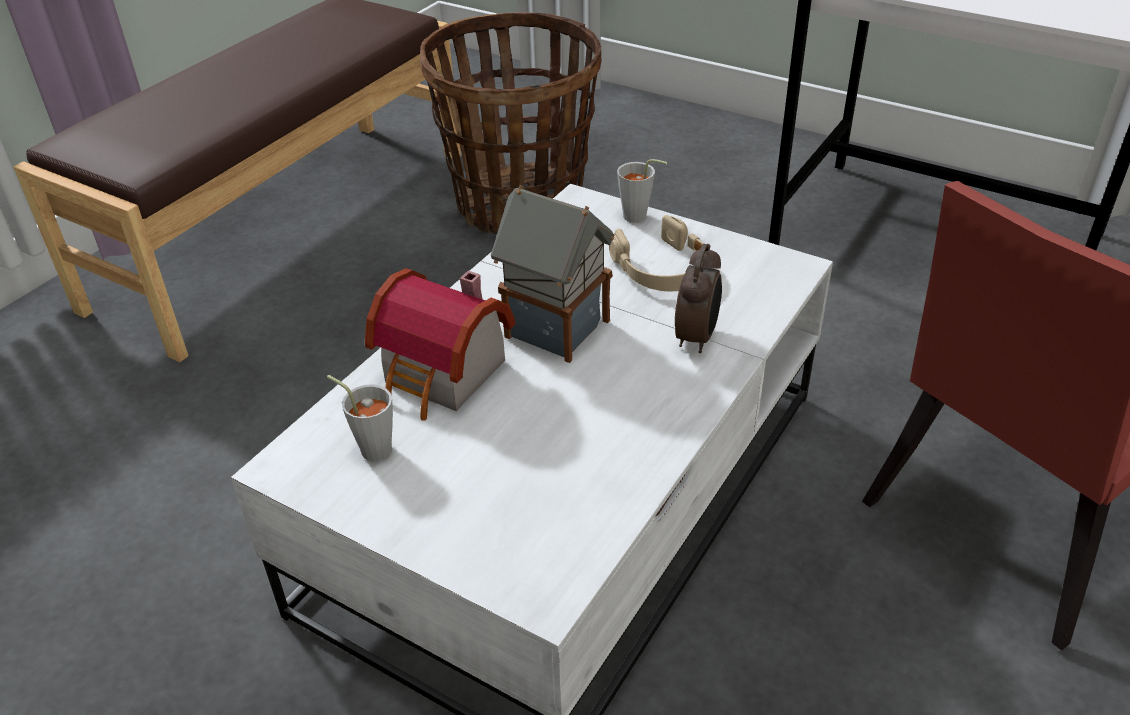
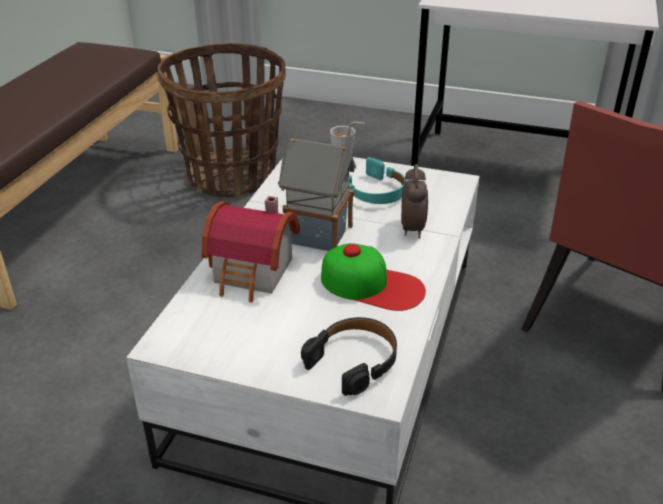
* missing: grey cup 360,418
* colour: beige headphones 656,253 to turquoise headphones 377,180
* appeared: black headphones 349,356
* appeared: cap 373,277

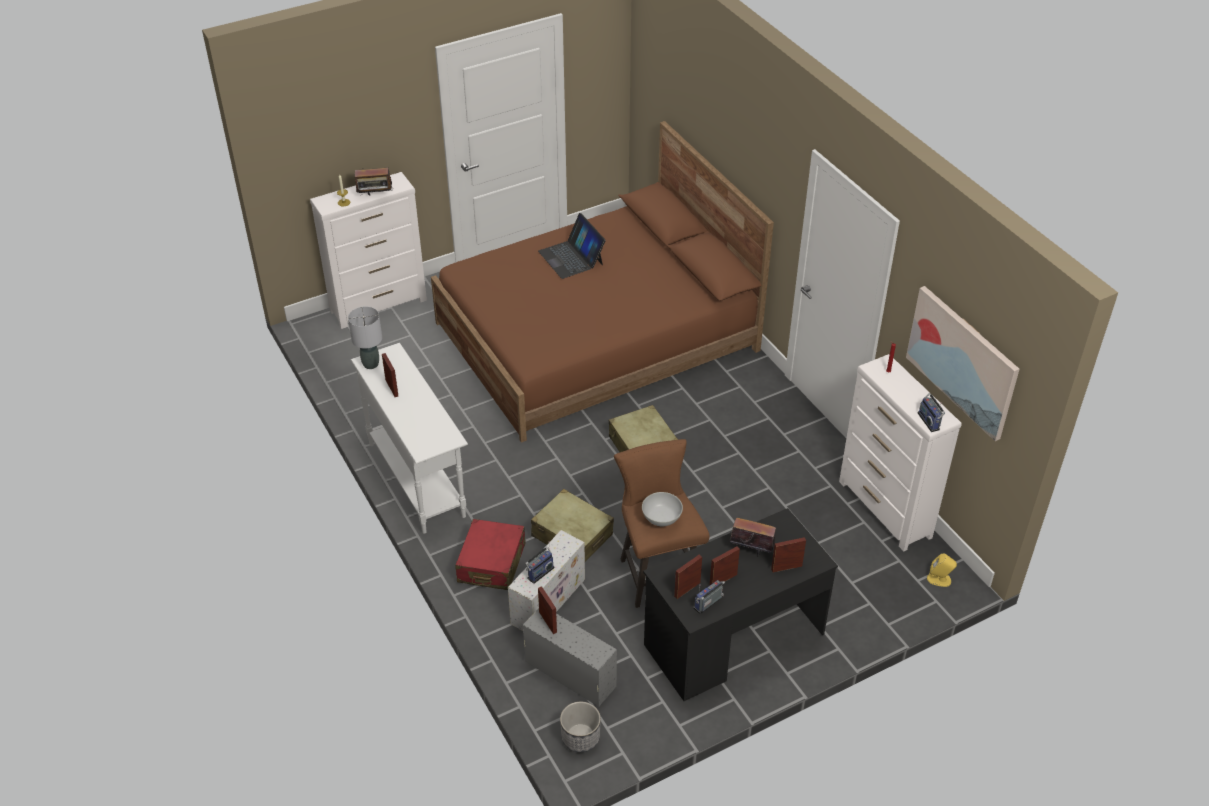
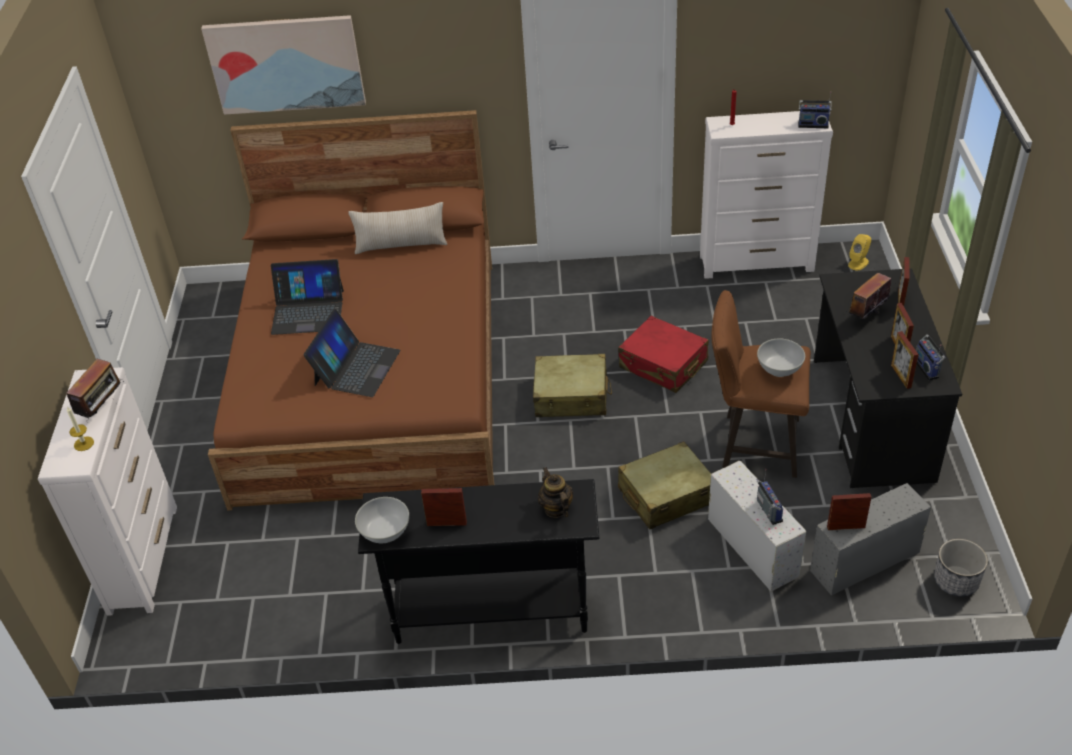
* exchanged: grey table lamp 365,337 to white bowl 382,520
* colour: white console table 409,438 to black console table 479,561
* relocated: red suitcase 490,554 to 663,354
* relocated: picture 963,363 to 283,65
* appeared: laptop 351,353
* appeared: beige pillow 397,228
* appeared: teapot 555,492

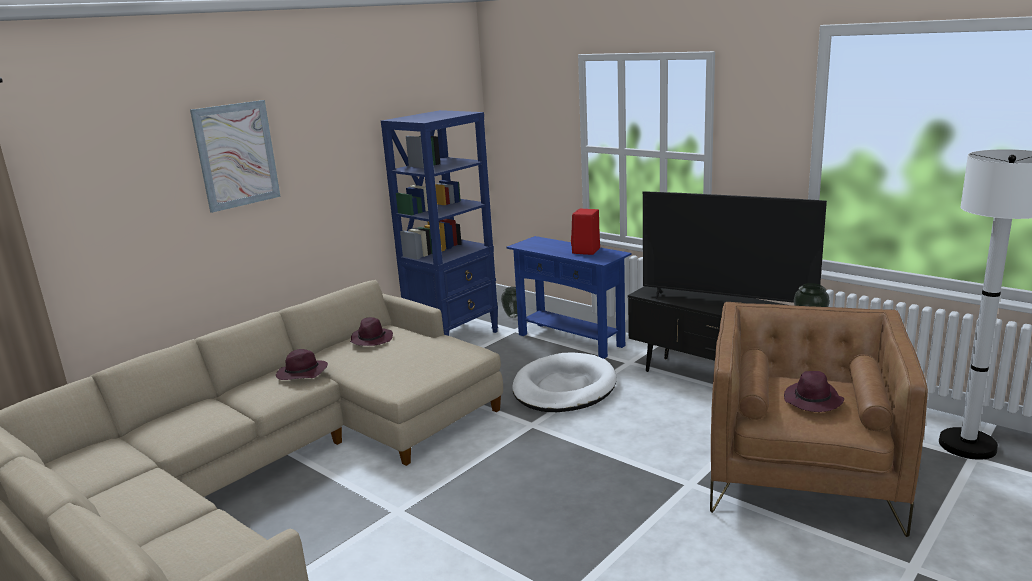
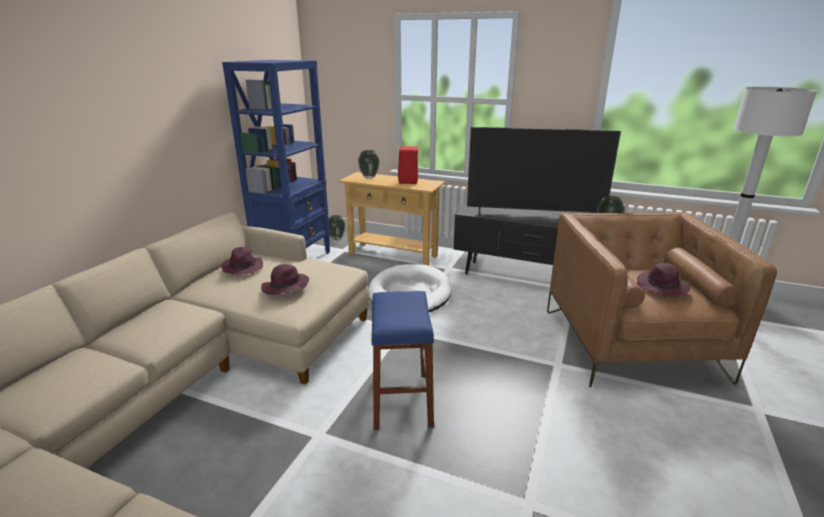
* missing: picture 235,156
* relocated: purple hat 302,364 to 285,279
* colour: blue console table 569,297 to beige console table 392,219
* appeared: vase 369,164
* appeared: blue stool 402,360

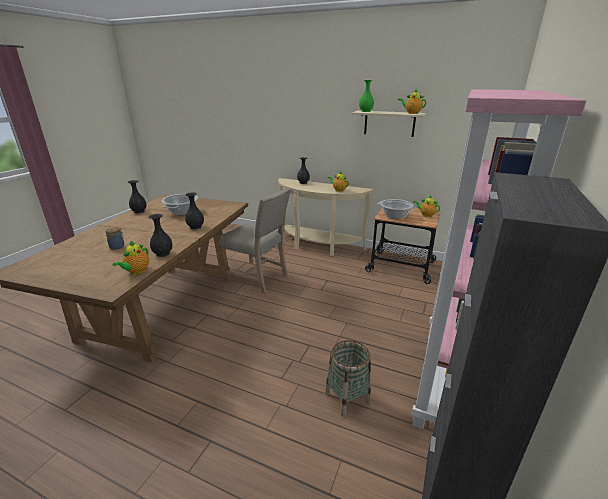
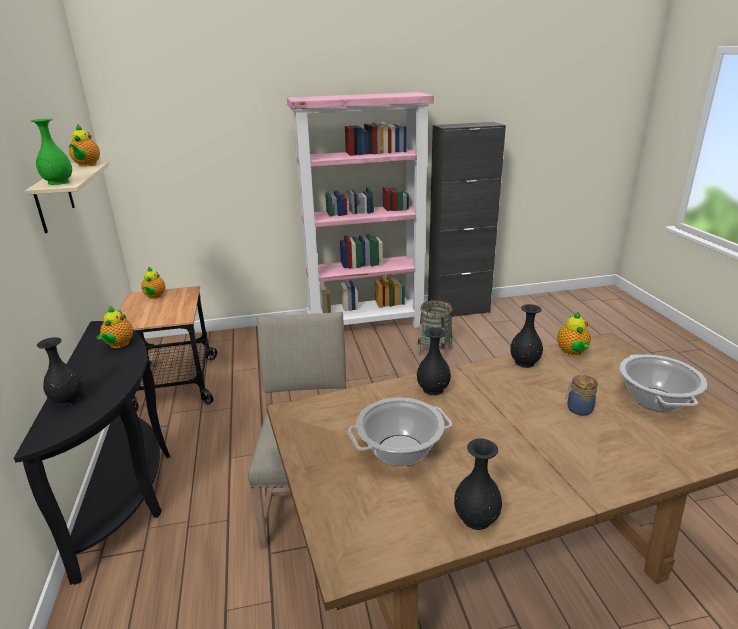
* spun: teapot 130,258 = 574,334 105 degrees clockwise
* colour: beige console table 326,217 to black console table 92,453
* relocated: cooking pot 397,209 to 663,383

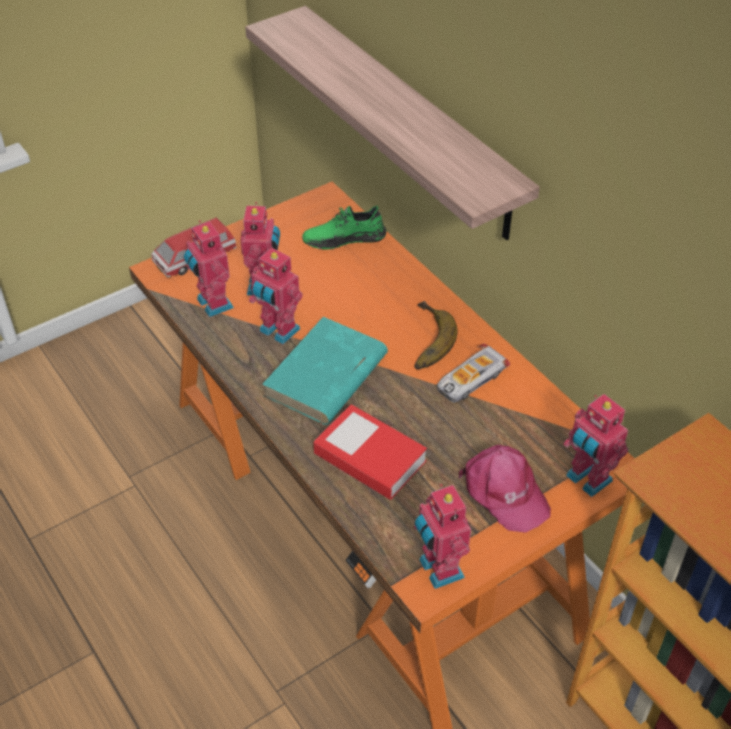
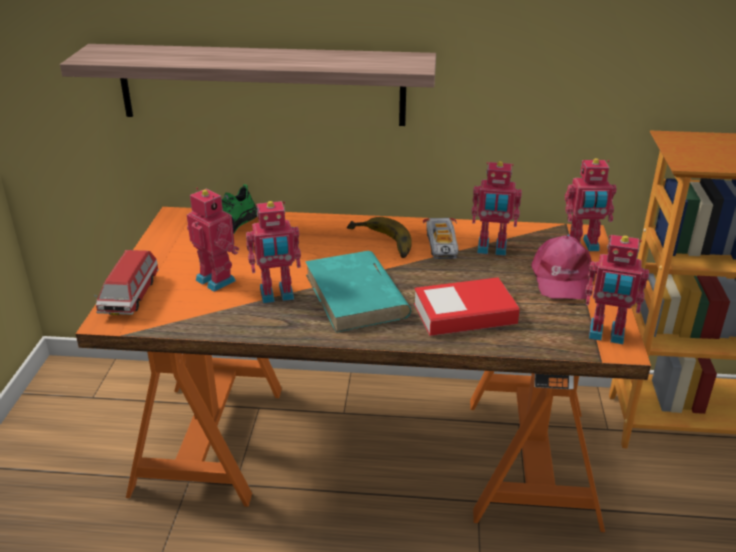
* relocated: toy robot 209,268 to 497,208
* spun: pink cap 505,489 = 561,267 90 degrees clockwise

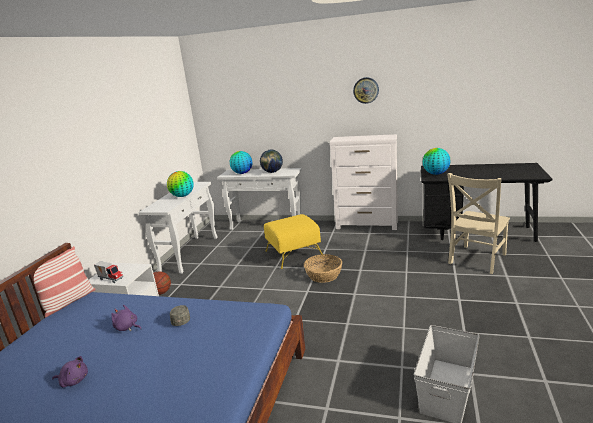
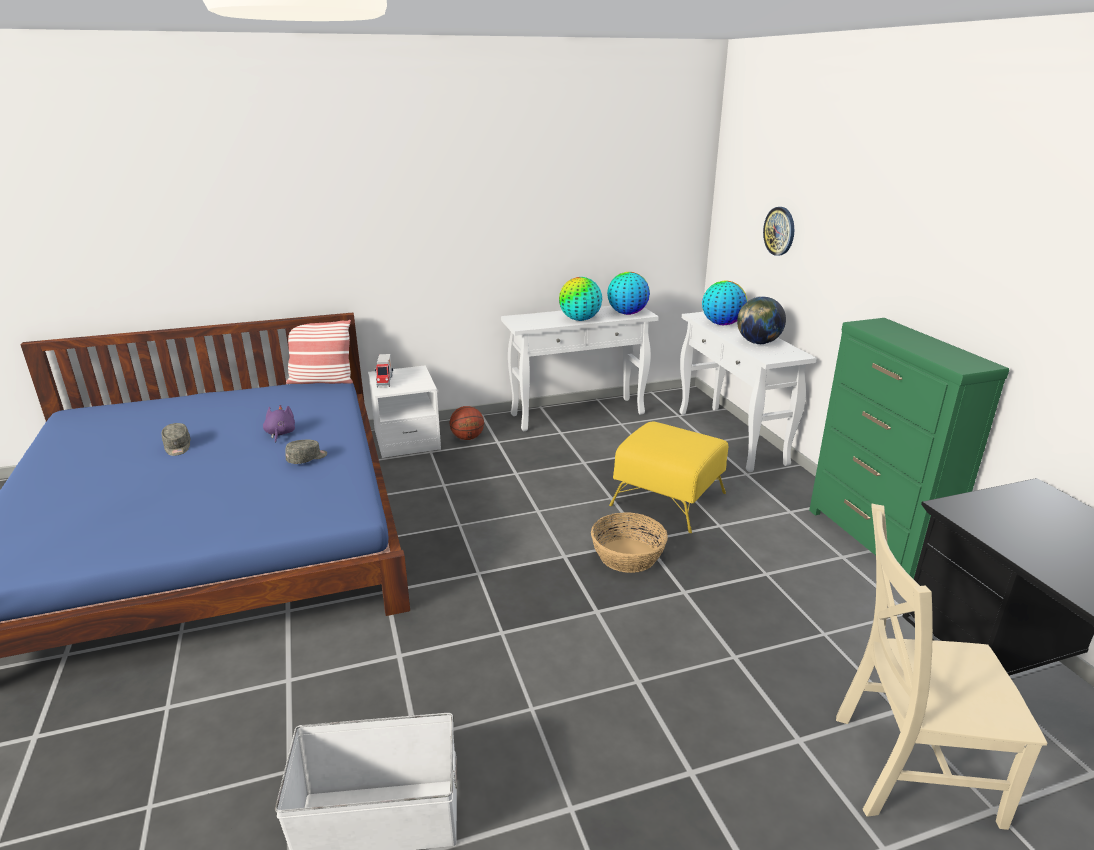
* exchanged: purple plush toy 70,372 to grey cap 176,439
* colour: white dresser 363,182 to green dresser 909,448
* relocated: wall clock 366,90 to 778,231
* relocated: globe 437,161 to 628,293

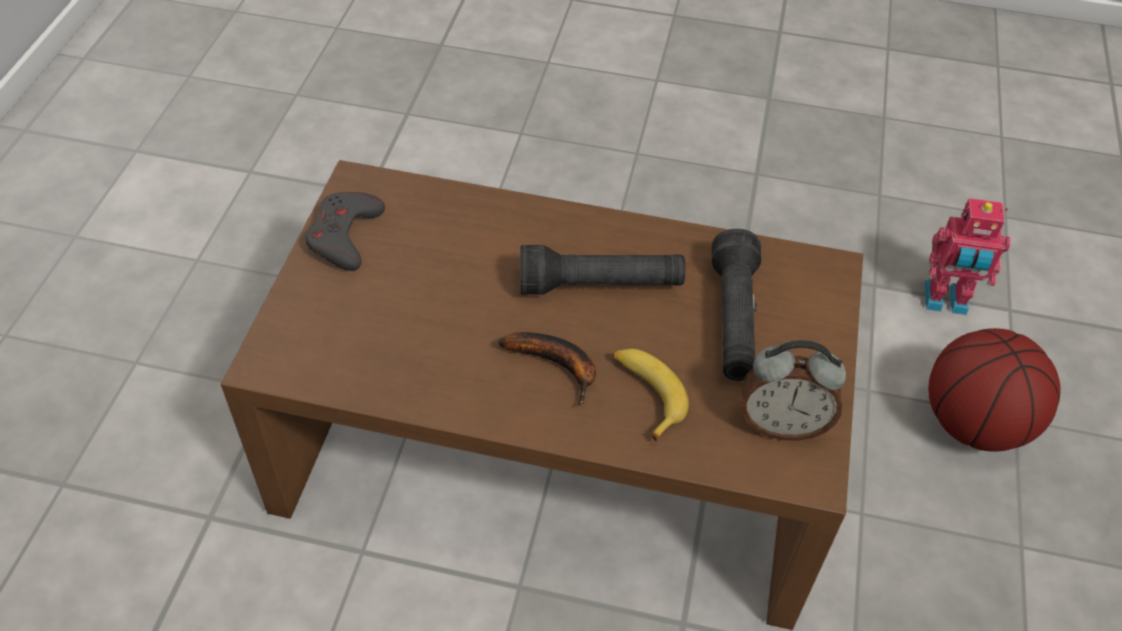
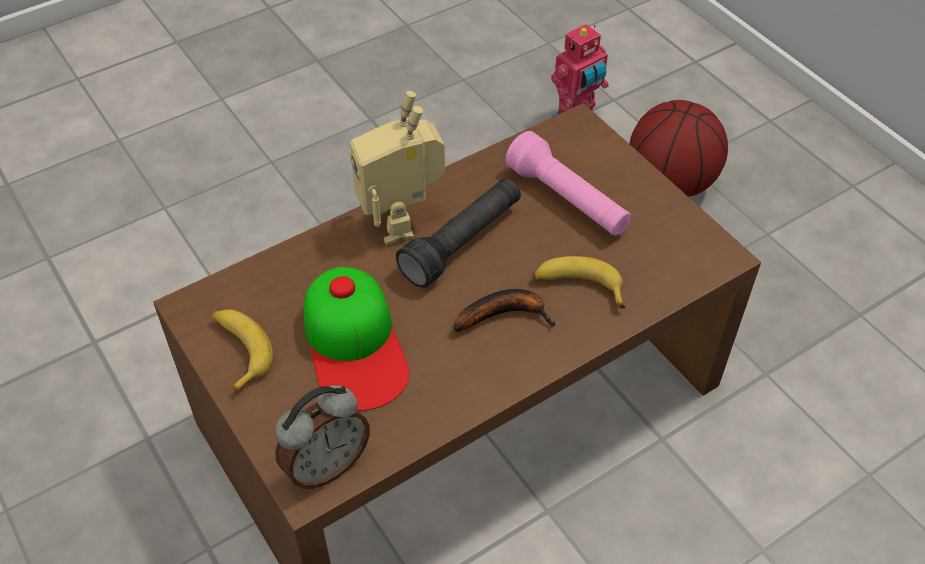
* exchanged: grey game controller 345,231 to banana 242,351
* colour: black flashlight 736,305 to pink flashlight 568,183
* relocated: alarm clock 794,390 to 322,437
* appeared: cap 356,339
* appeared: toy robot 397,168

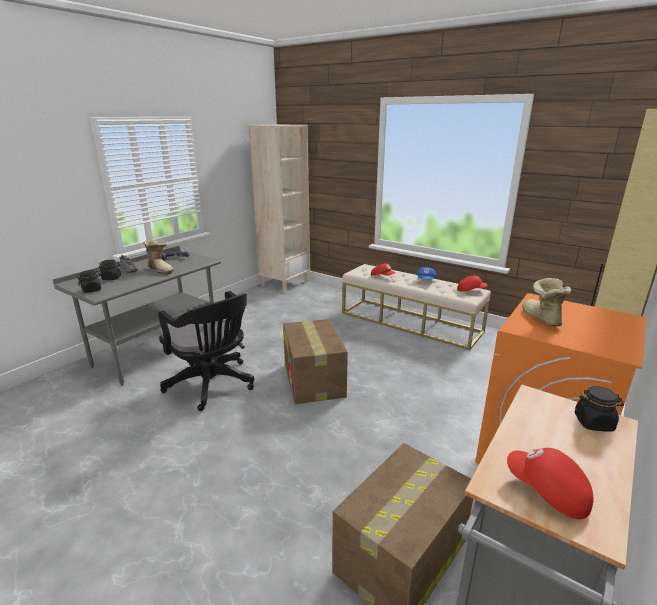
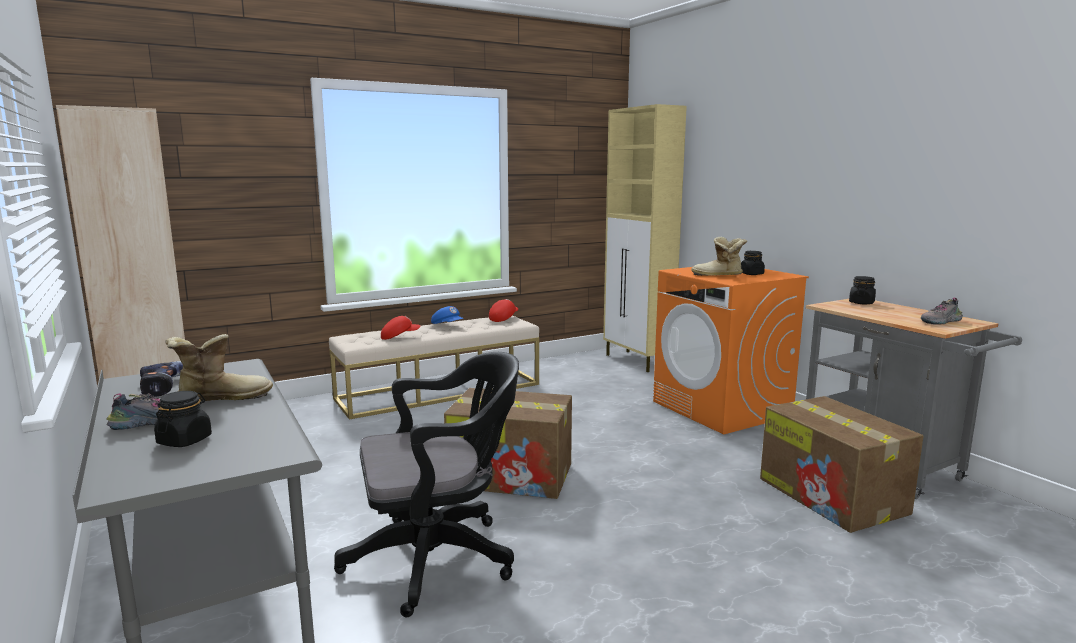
* relocated: black jar 89,281 to 753,263
* exchanged: red cap 550,483 to shoe 942,311

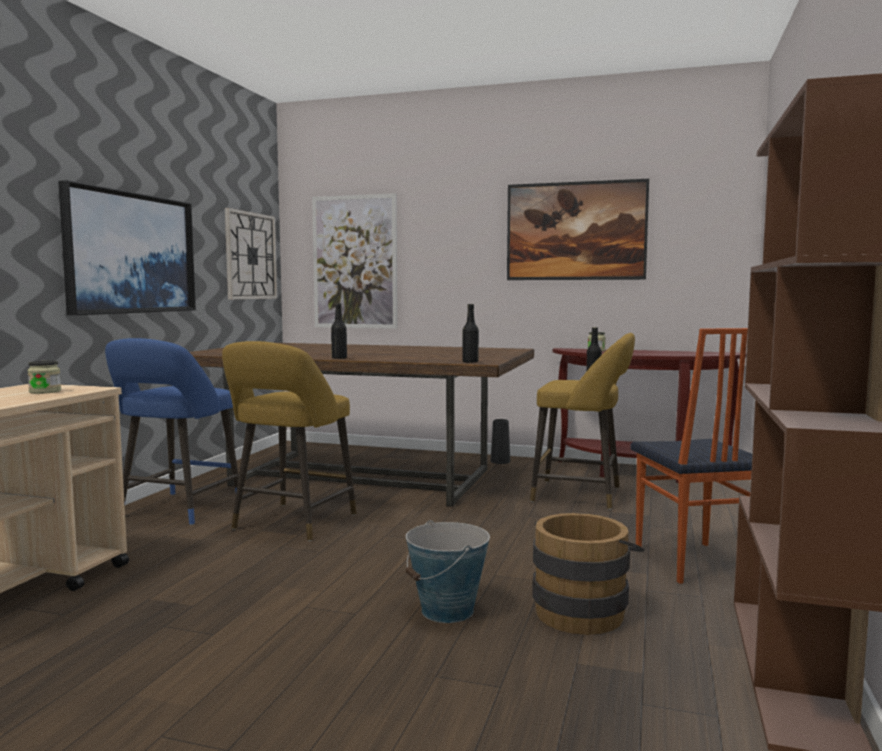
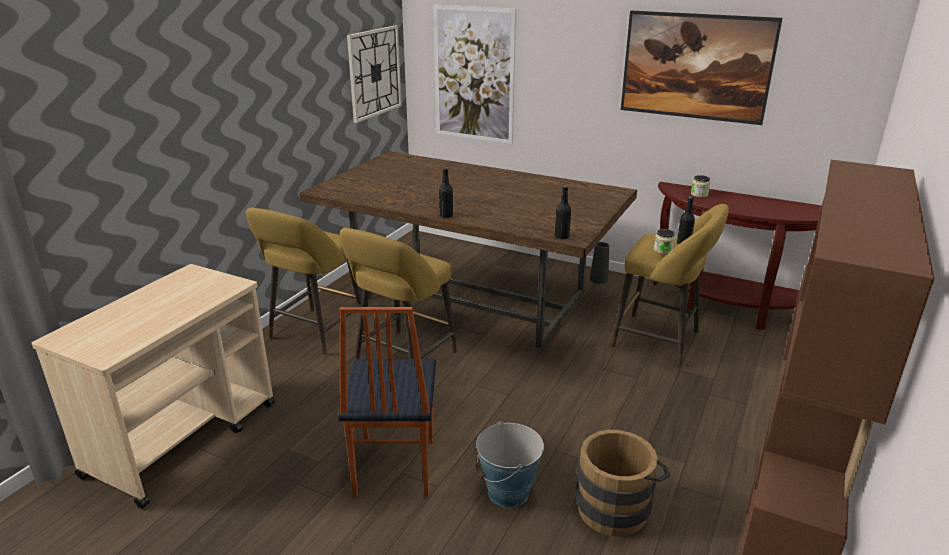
* relocated: jar 44,377 to 664,241
* missing: picture 127,247
* colour: blue stool 172,431 to yellow stool 304,281
* relocated: chair 691,456 to 387,402

